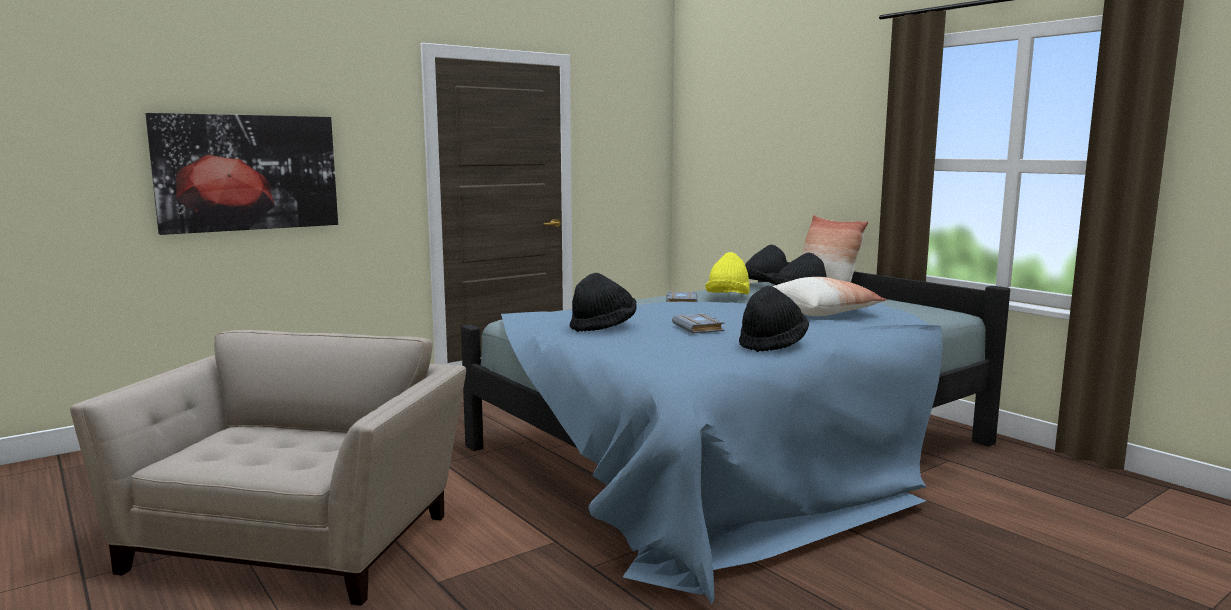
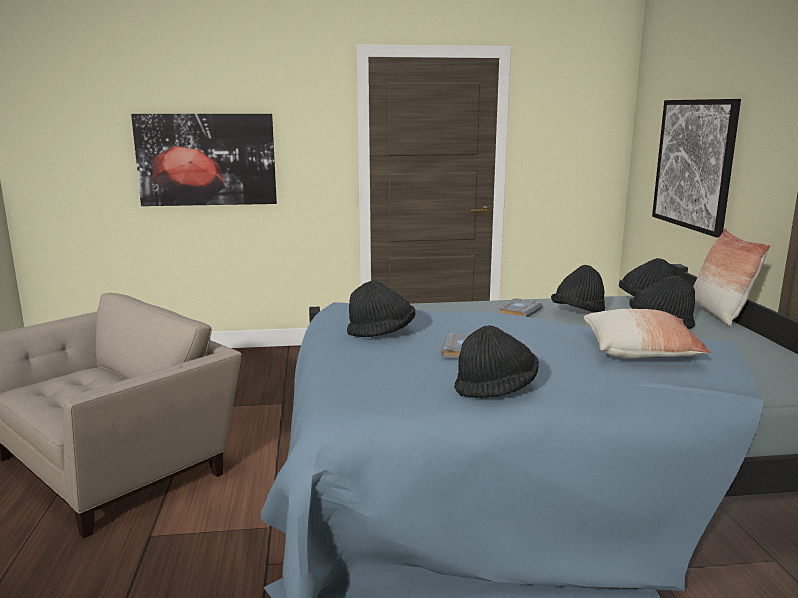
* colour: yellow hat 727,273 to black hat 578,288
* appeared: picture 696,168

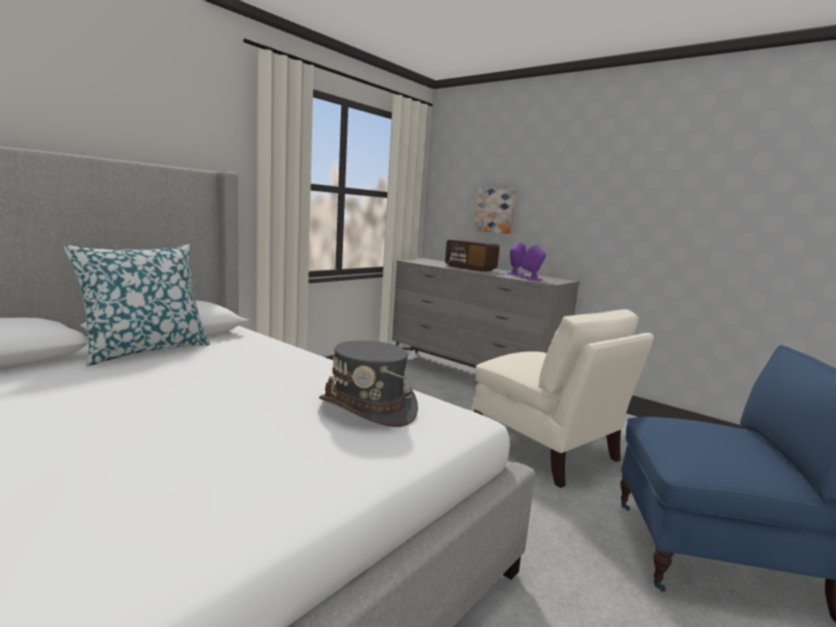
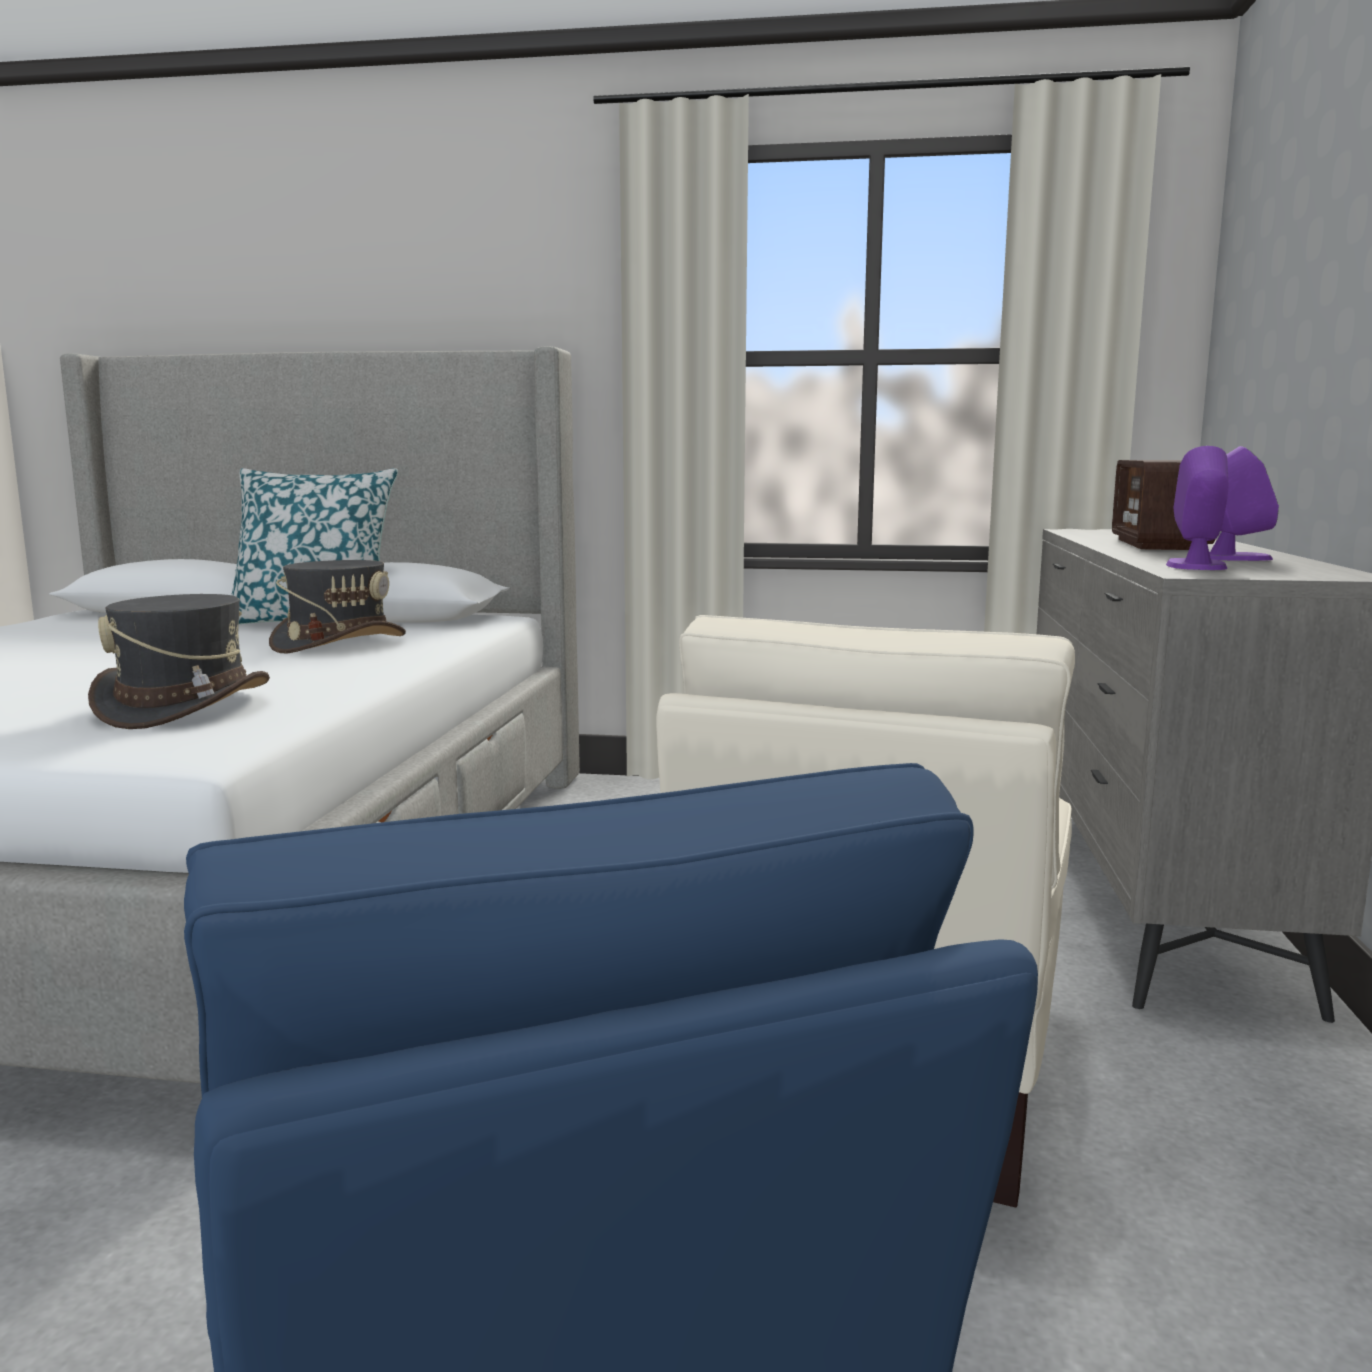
* missing: picture 495,211
* appeared: grey hat 337,606

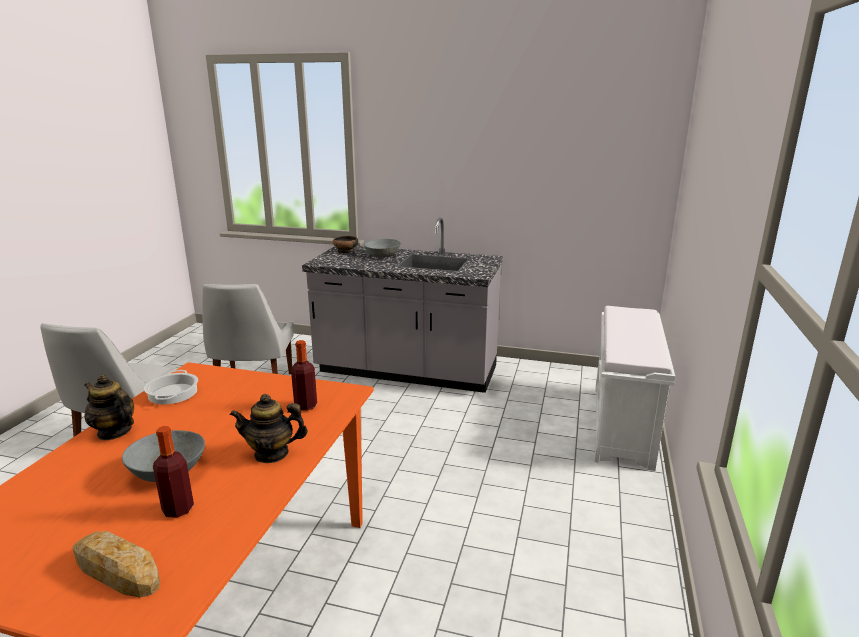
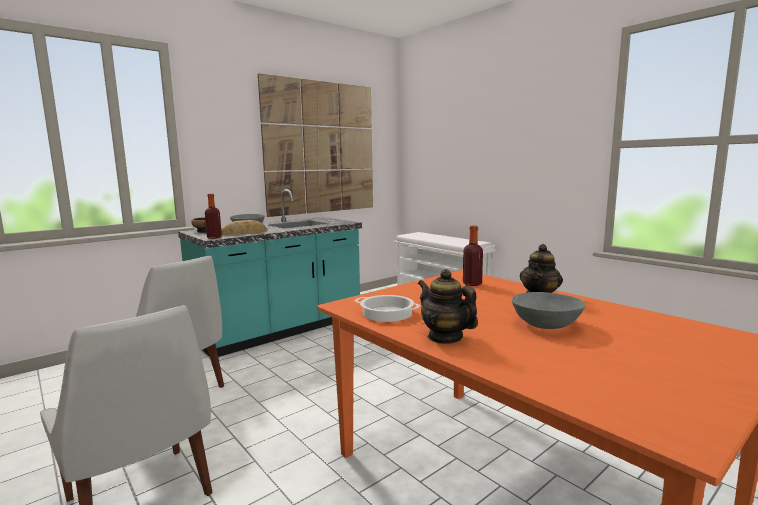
* relocated: bread 116,564 to 244,227
* spun: teapot 109,407 = 448,306 75 degrees clockwise
* relocated: bottle 173,472 to 213,216
* colour: grey counter 402,305 to turquoise counter 270,273
* appeared: picture 315,145

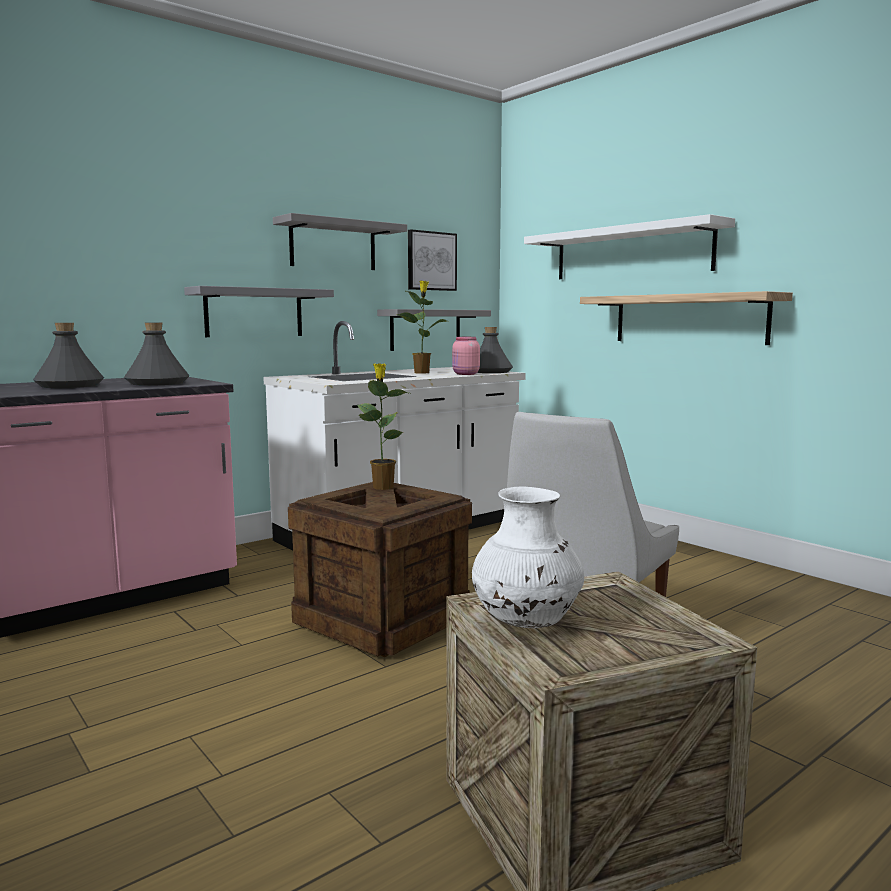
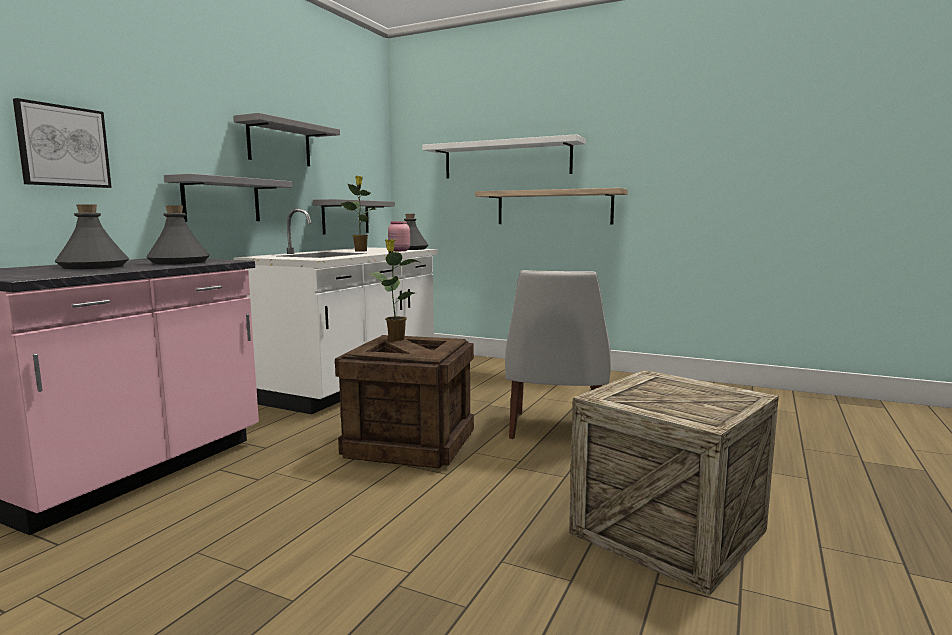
* relocated: picture 432,260 to 62,143
* missing: white vase 528,557

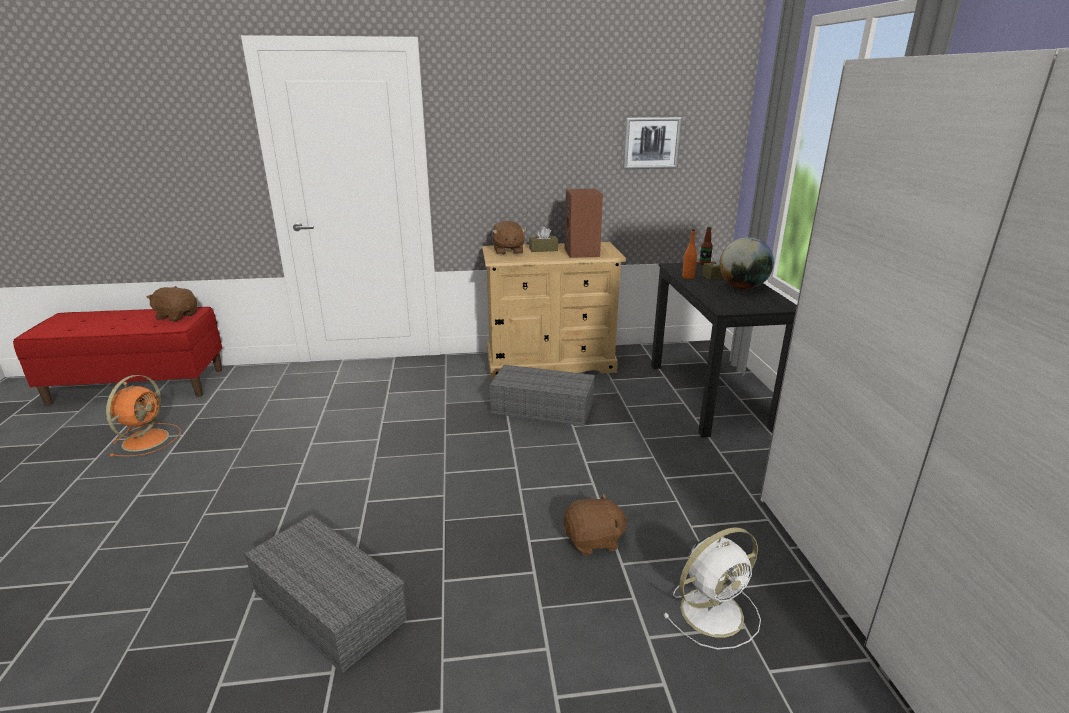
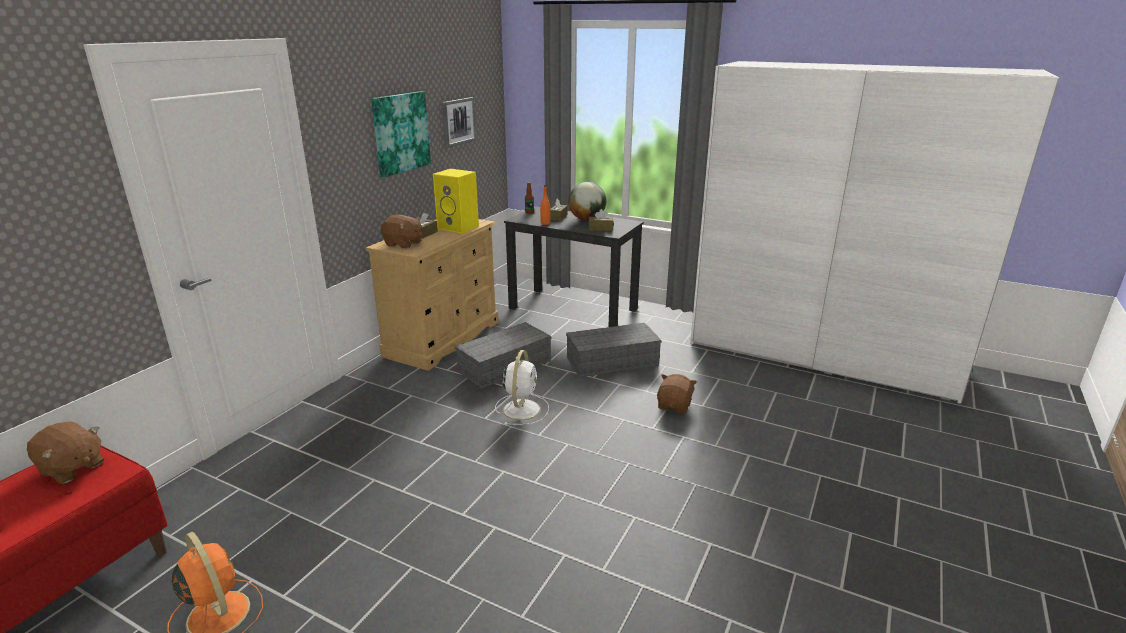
* spun: brown plush toy 171,304 = 65,452 120 degrees counterclockwise
* relocated: grey storage box 325,594 to 614,350
* colour: brown speaker 584,223 to yellow speaker 456,201
* relocated: white fan 712,588 to 522,387
* appeared: picture 401,134
* appeared: brown tissue box 601,220

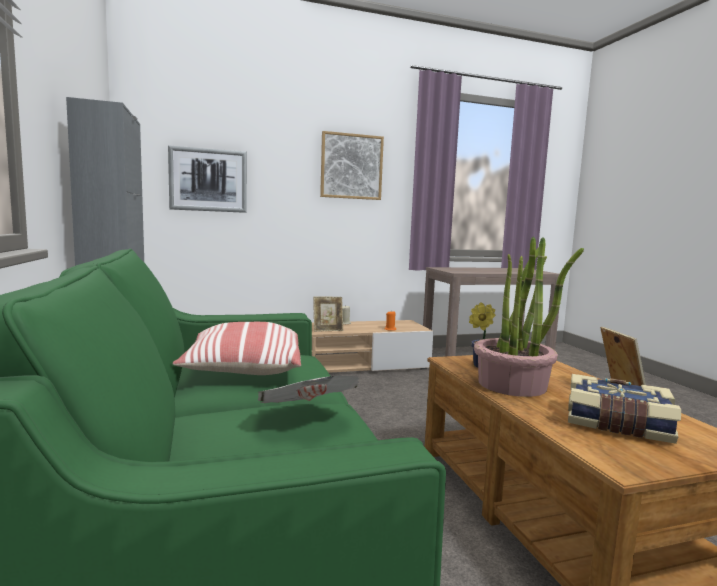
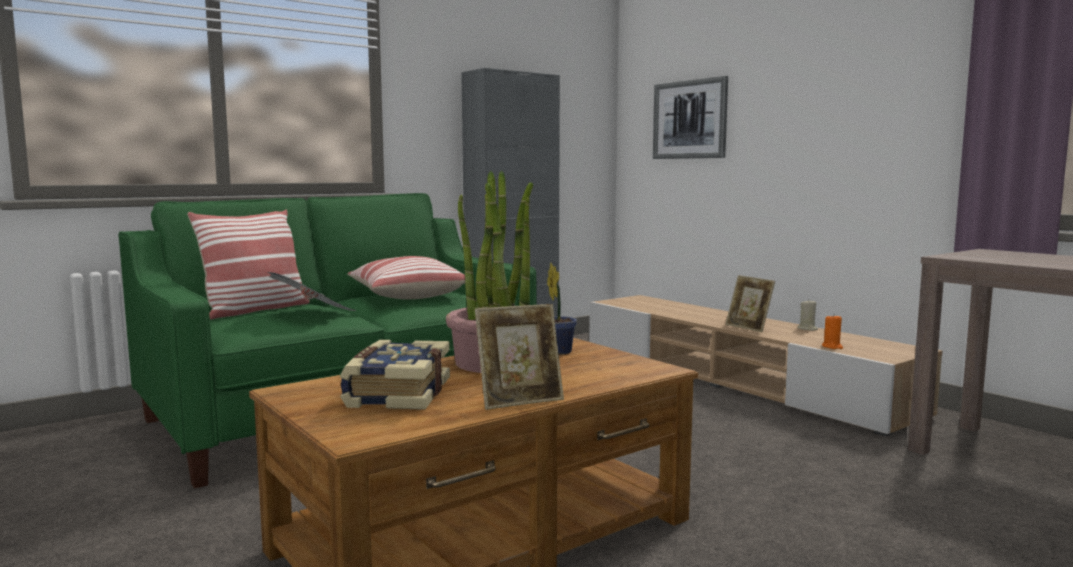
* missing: picture 352,165
* appeared: pillow 248,265

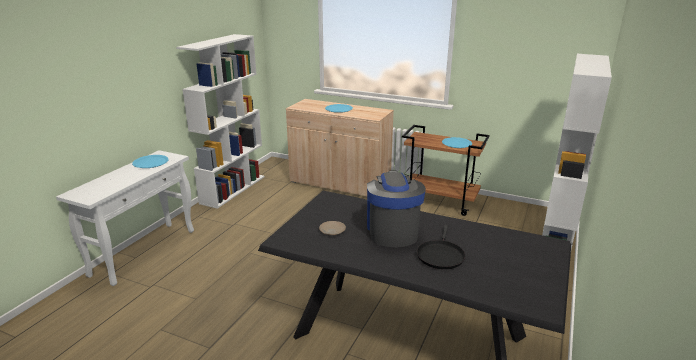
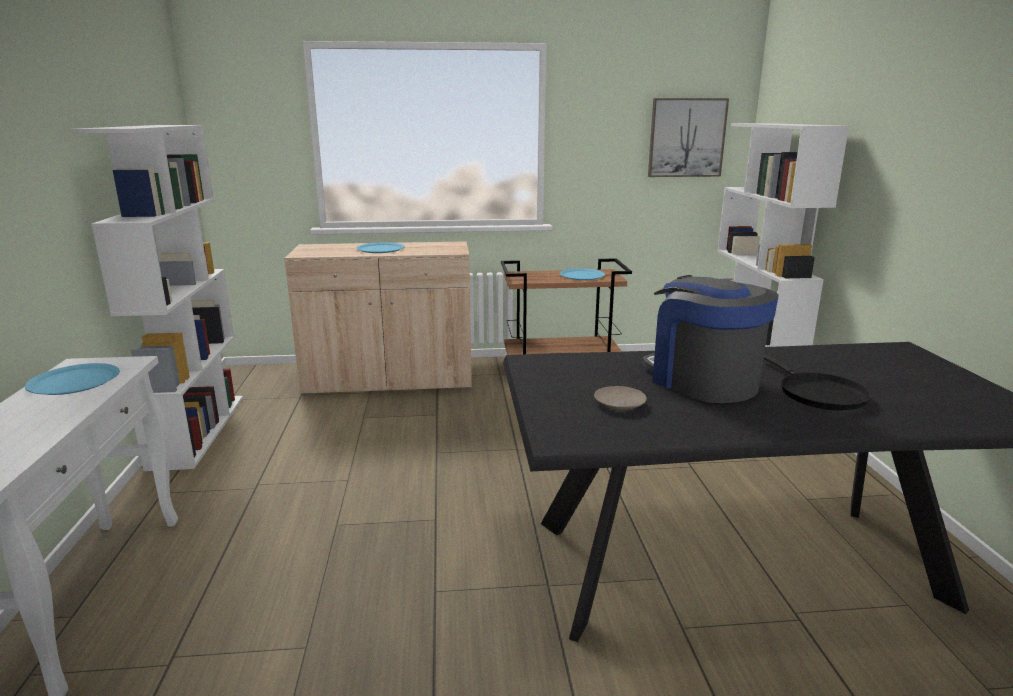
* appeared: picture 688,137

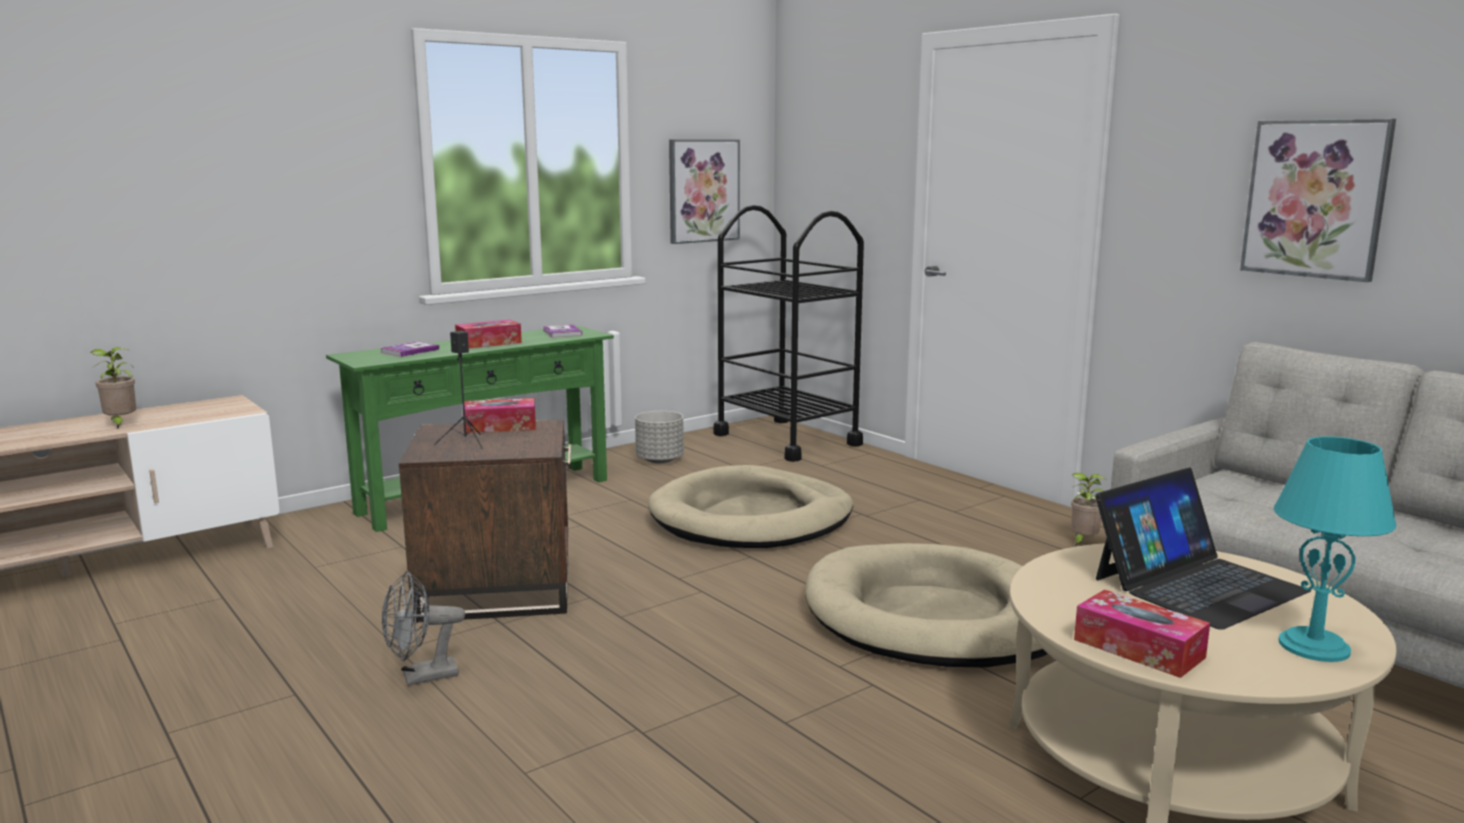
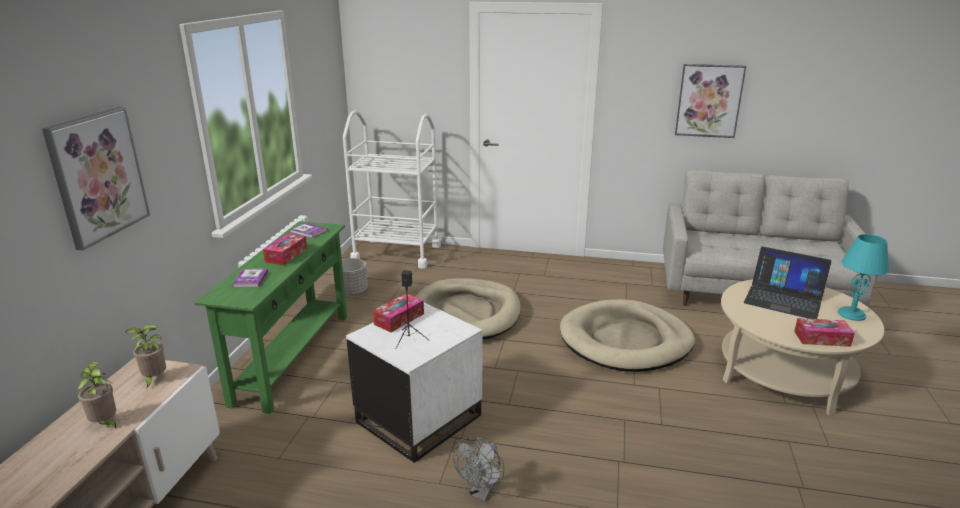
* colour: brown side table 485,521 to white side table 414,383
* relocated: picture 704,192 to 96,179
* colour: black cart 788,333 to white cart 392,189
* relocated: potted plant 1088,509 to 145,356
* spun: laptop 1203,549 = 788,282 105 degrees clockwise

